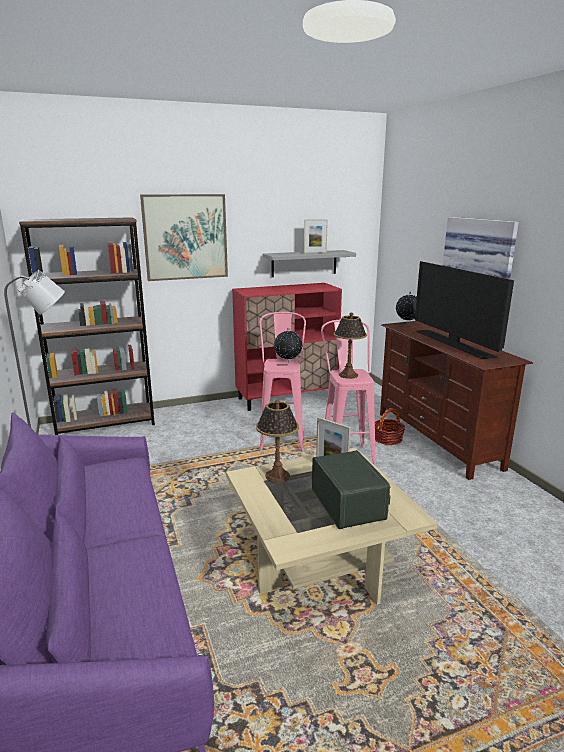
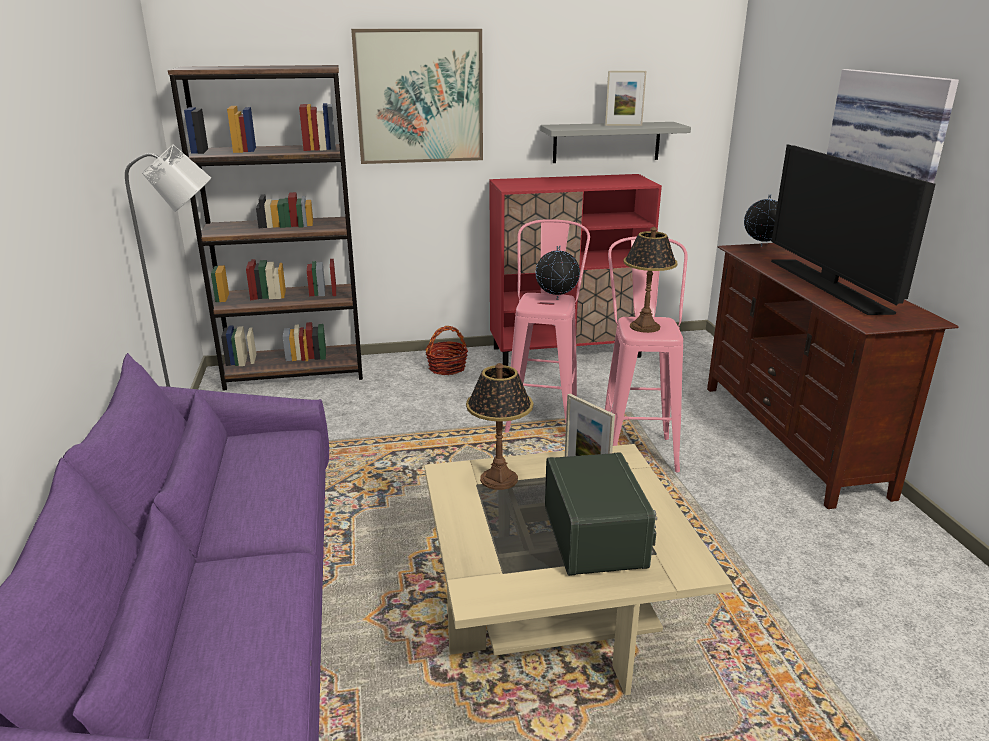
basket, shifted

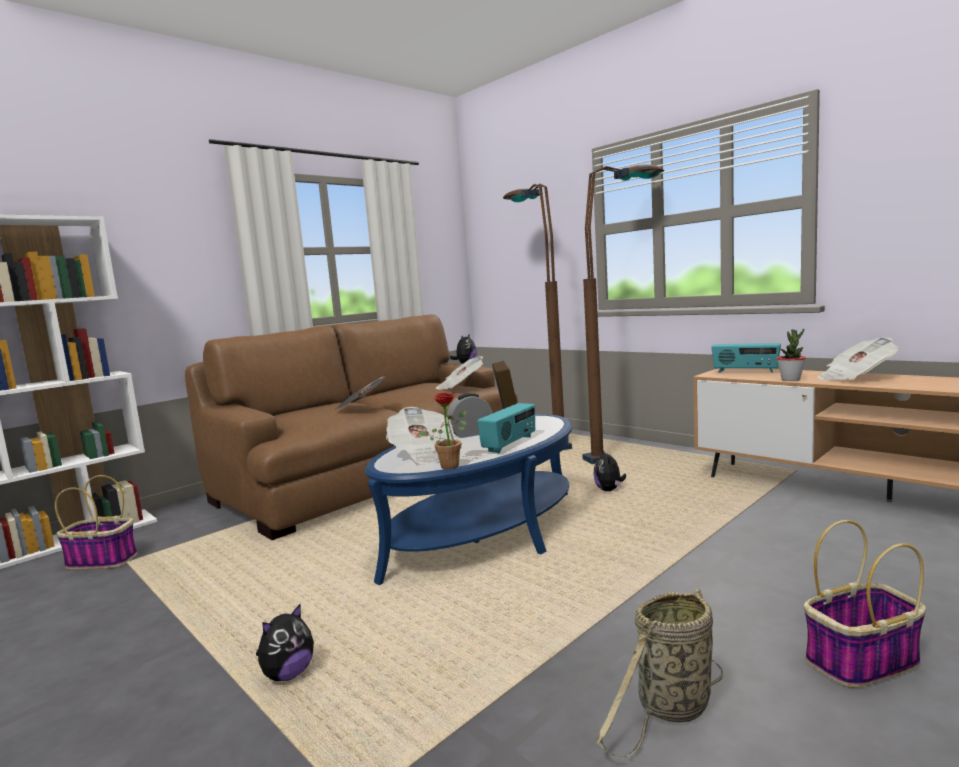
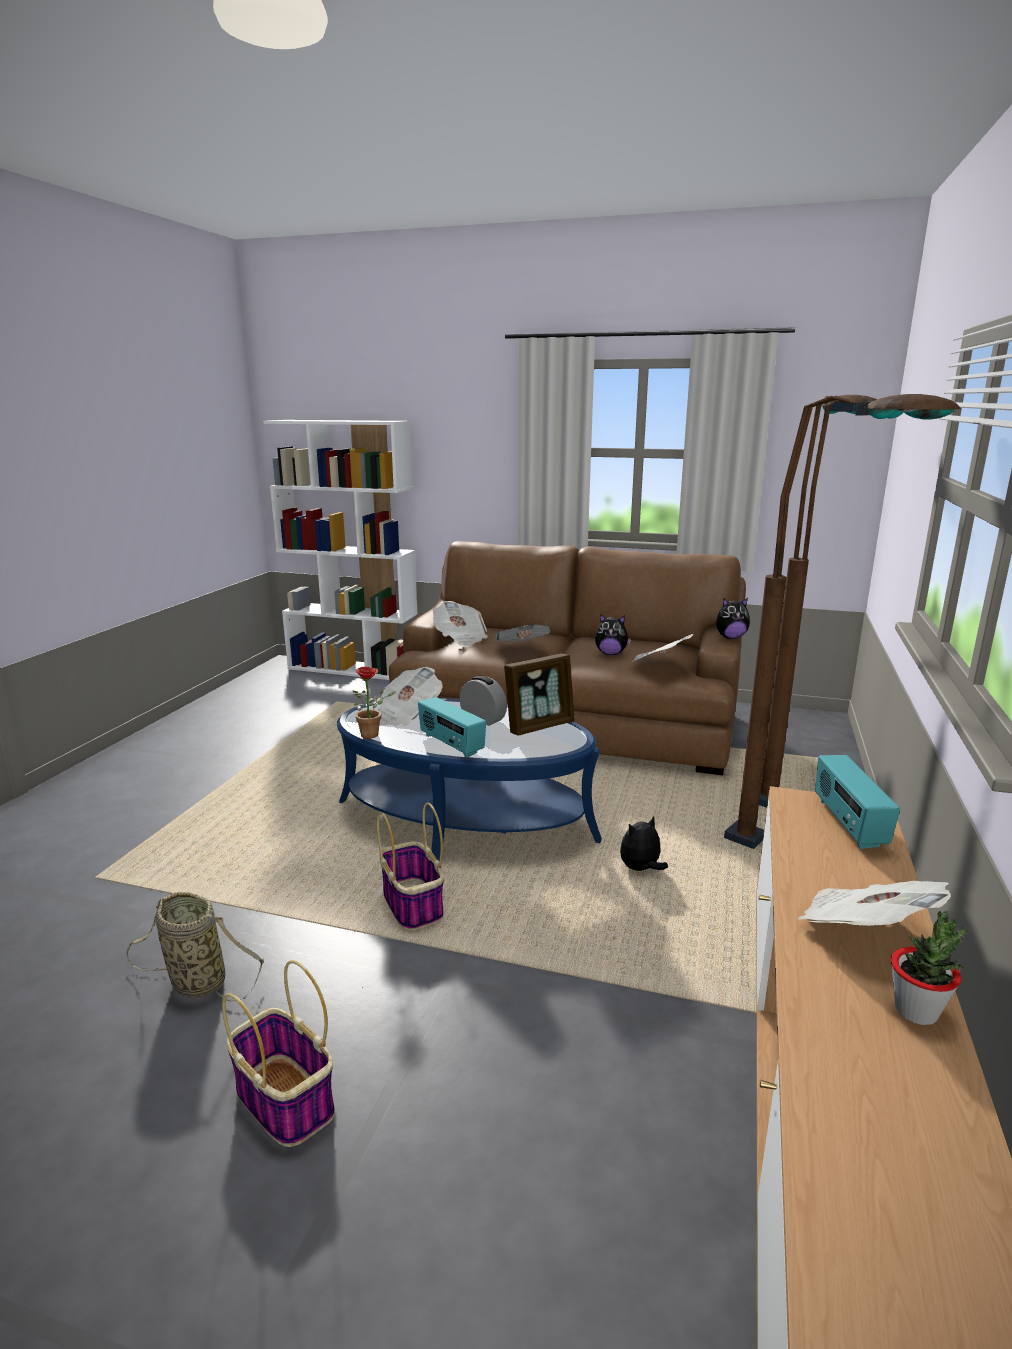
basket (no. 1 from left in the first image) → basket (no. 3 from left), shifted
plush toy (no. 1 from left), shifted
radio (no. 1 from left), 45 degrees clockwise
potted plant (no. 2 from left), shifted
- → newspaper (no. 2 from left)

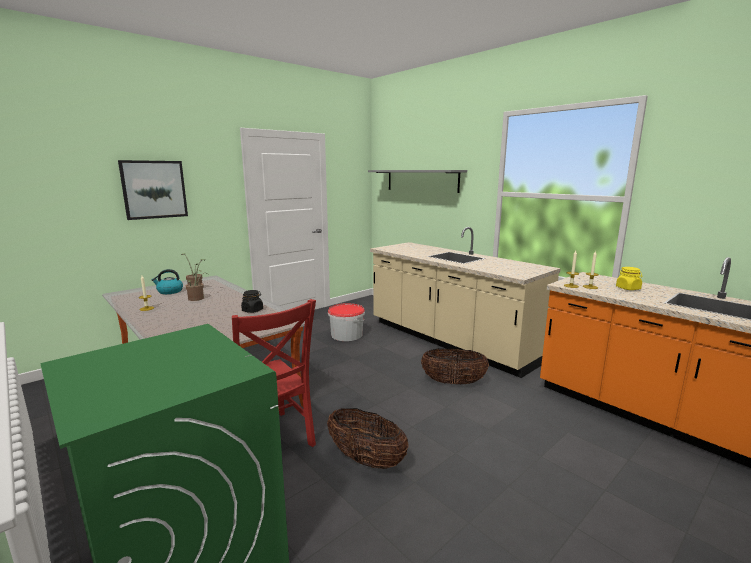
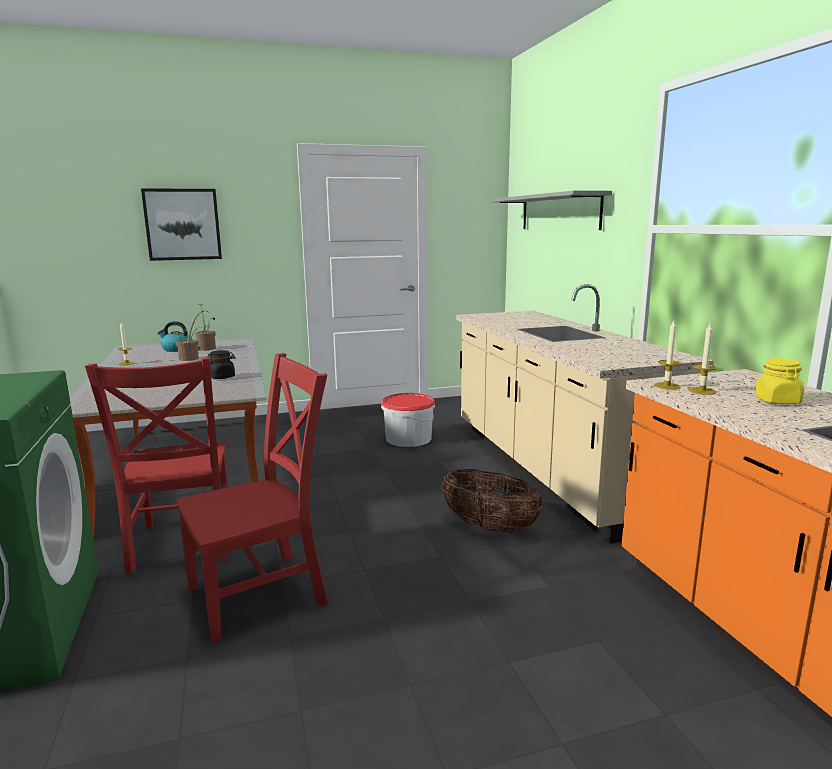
basket (no. 1 from left) → chair (red) (no. 2 from left)

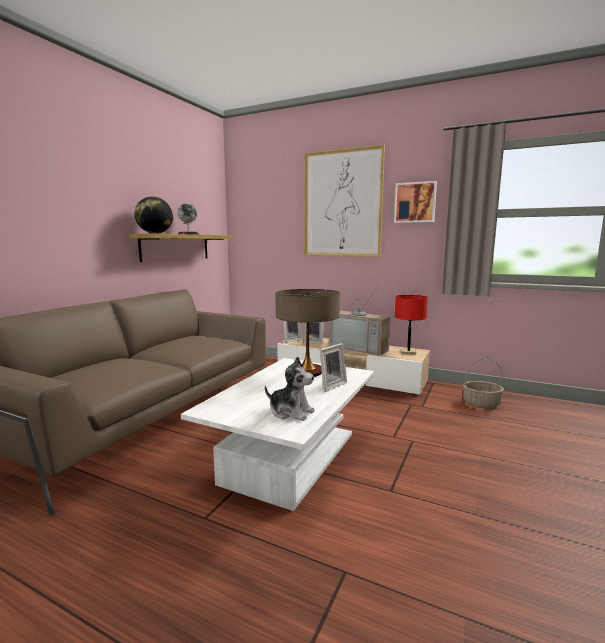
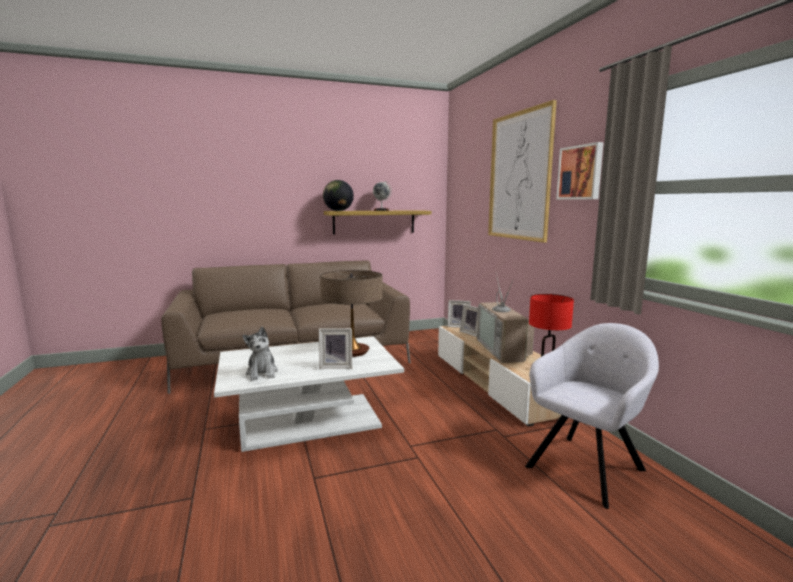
basket → armchair (grey)

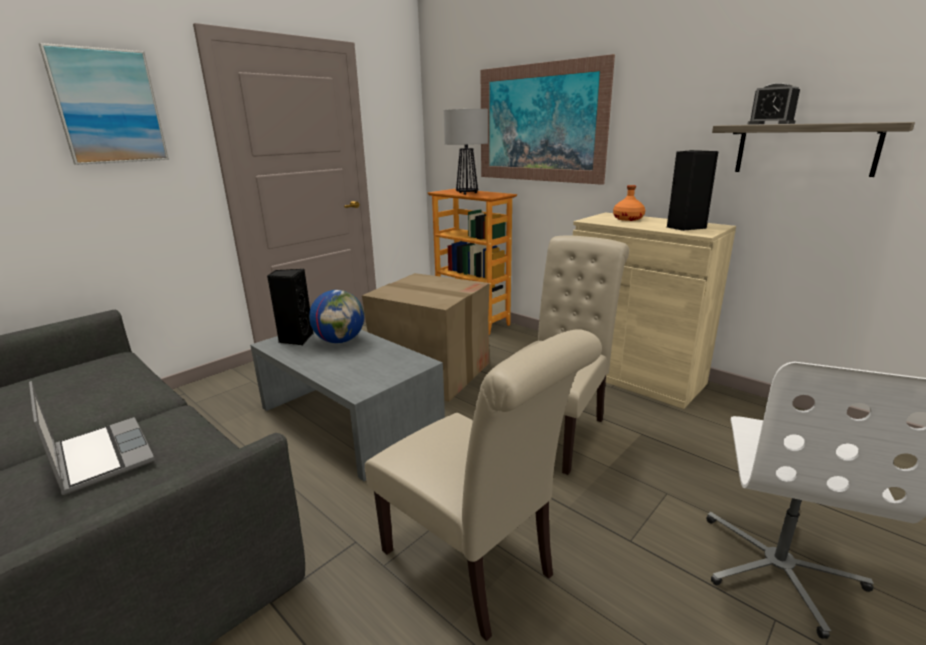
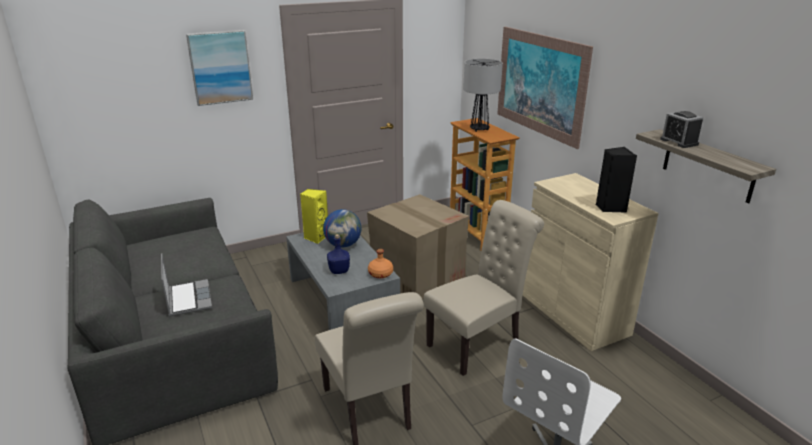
speaker (black) (no. 1 from left) → speaker (yellow)
bottle (orange), shifted
- → bottle (blue)

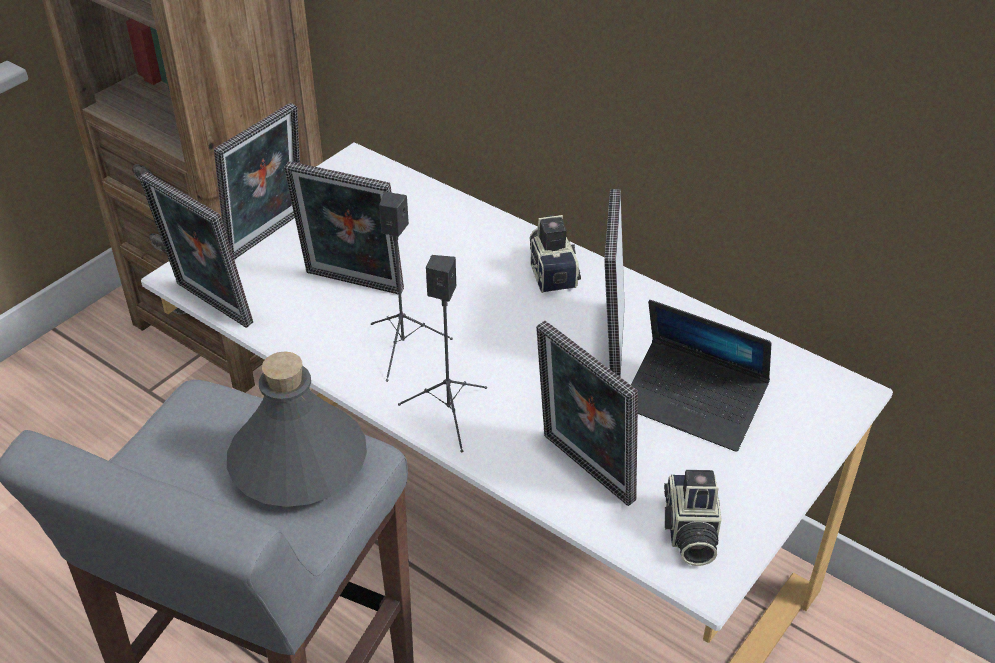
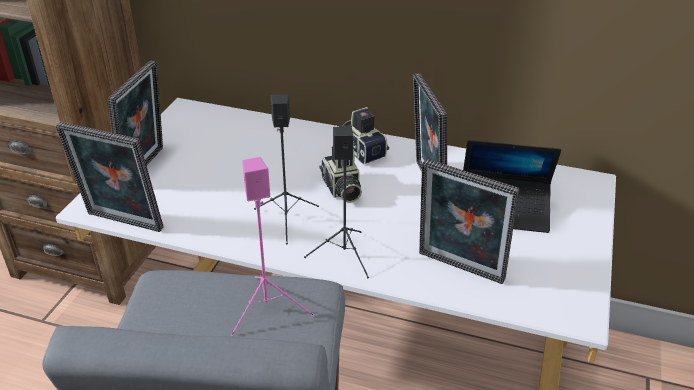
bottle (grey) → speaker (pink)
picture frame (no. 3 from left) → -
photo camera (no. 2 from left in the first image) → photo camera (no. 1 from left), shifted

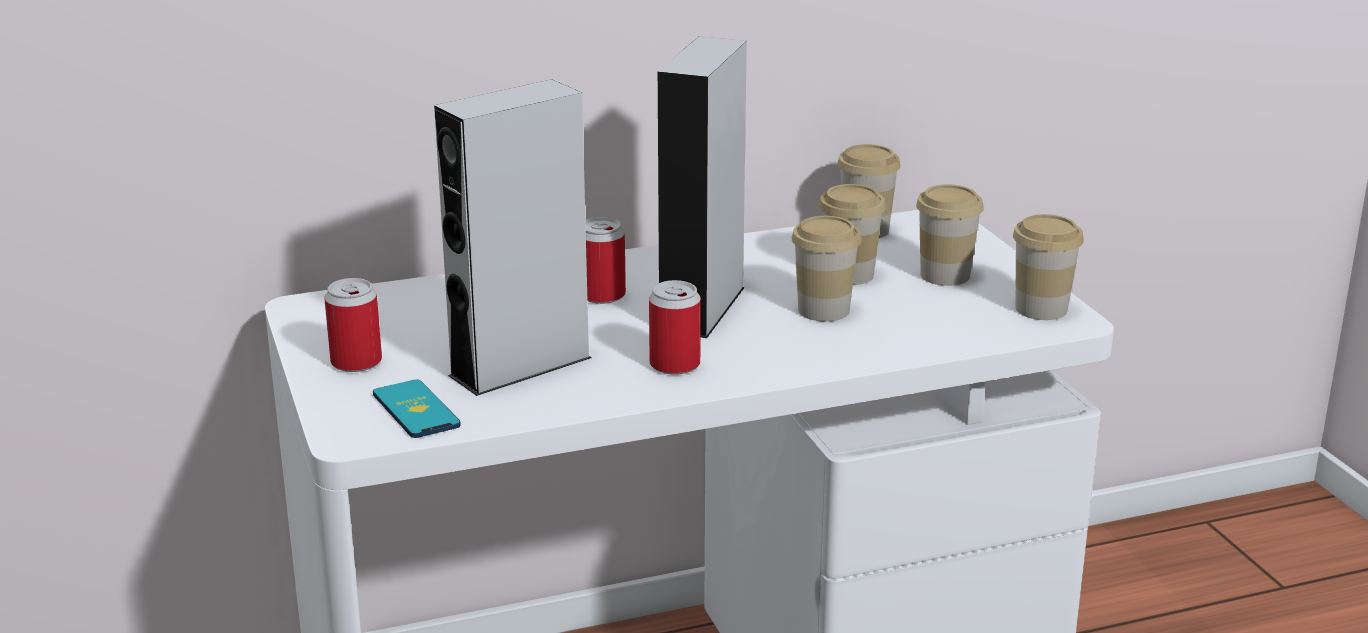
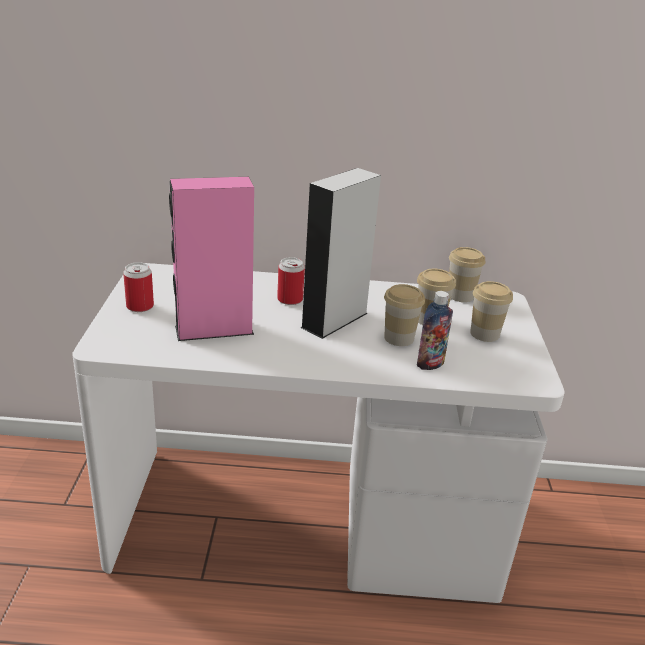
phone → -
speaker (grey) (no. 1 from left) → speaker (pink)
can (no. 3 from left) → -
cup (no. 5 from left) → -
- → bottle

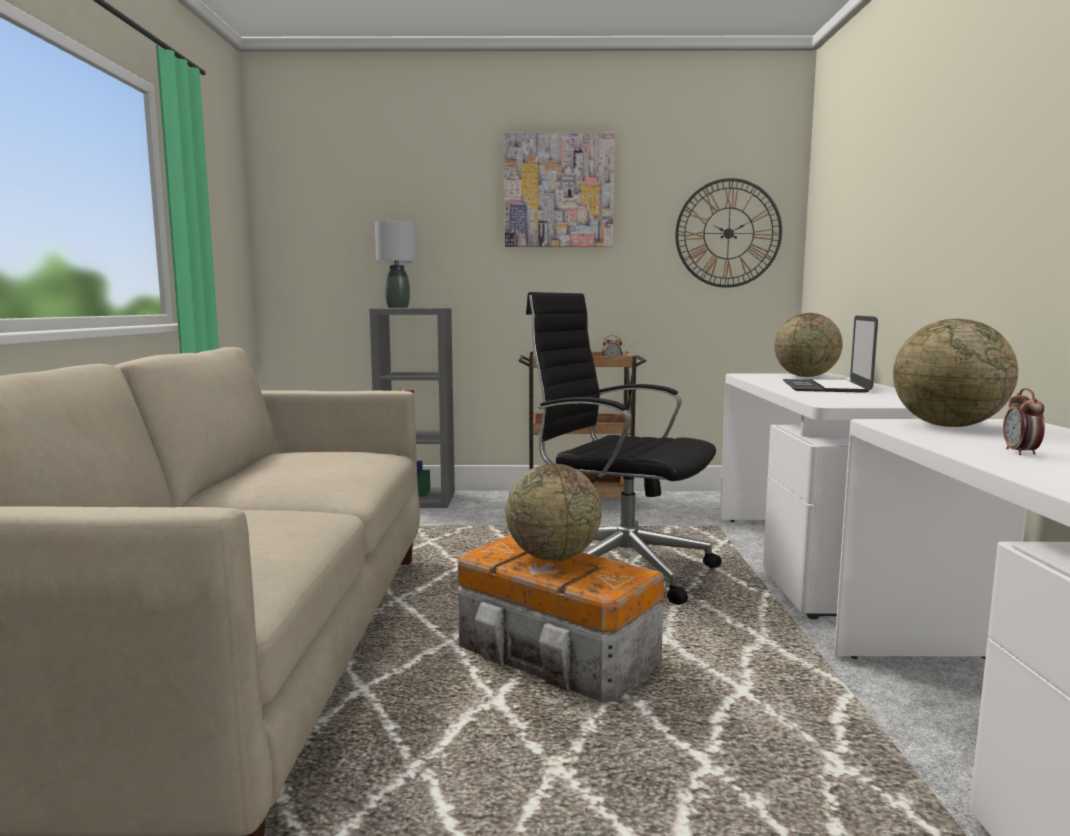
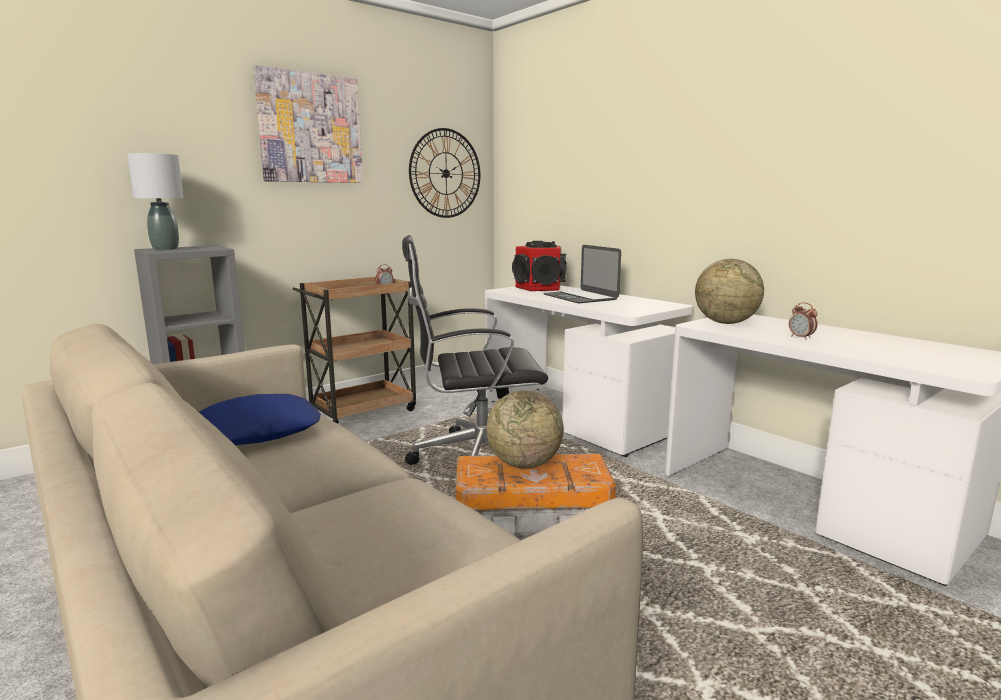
globe (no. 2 from left) → speaker
- → pillow (blue)

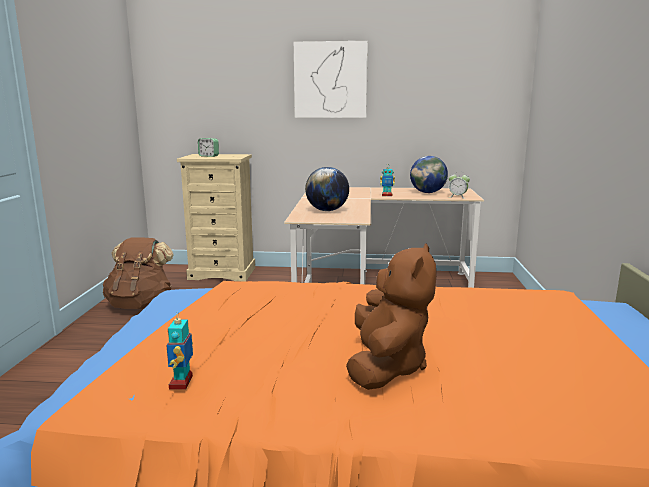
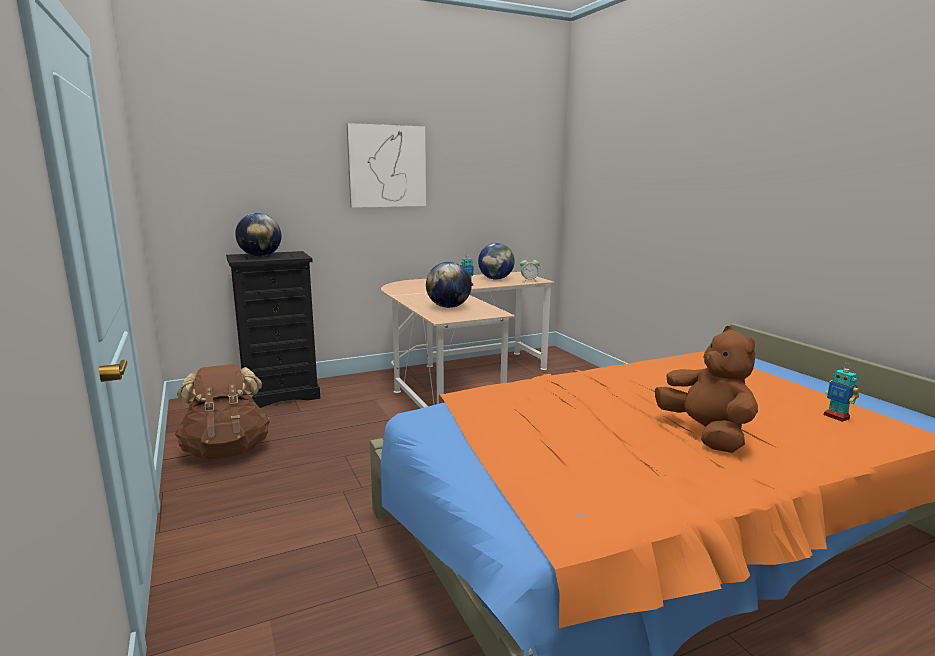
toy robot (no. 1 from left in the first image) → toy robot (no. 2 from left), shifted
dresser (beige) → dresser (black)
alarm clock (no. 1 from left) → globe (no. 1 from left)

